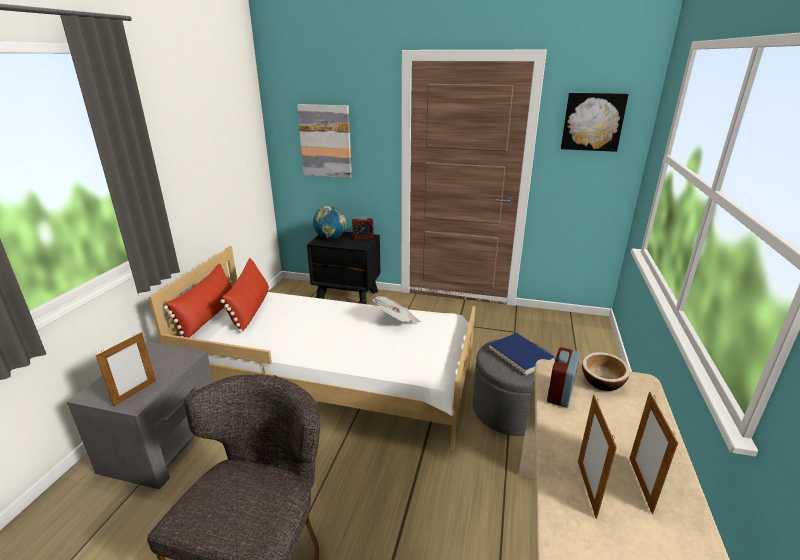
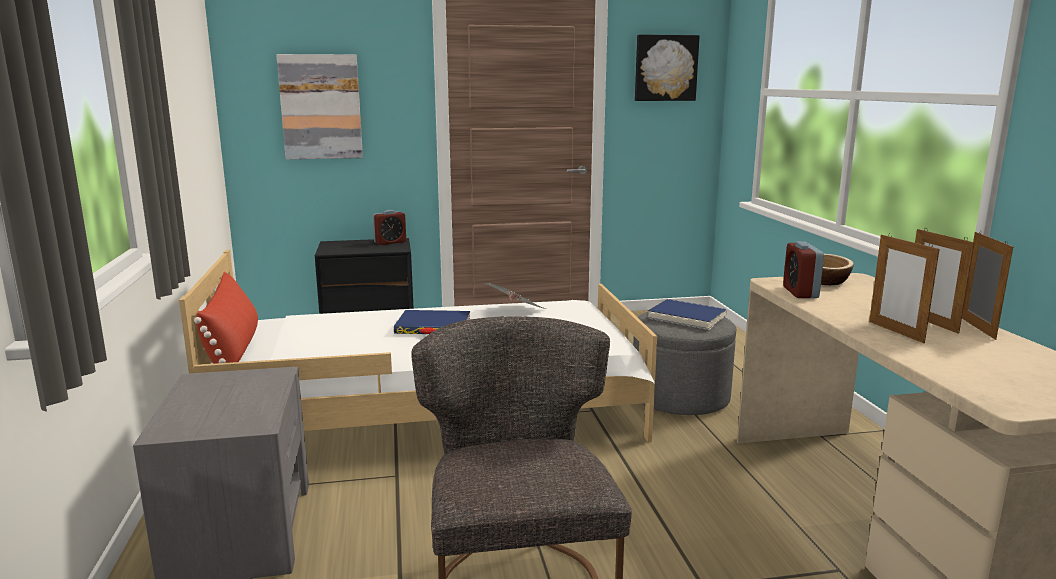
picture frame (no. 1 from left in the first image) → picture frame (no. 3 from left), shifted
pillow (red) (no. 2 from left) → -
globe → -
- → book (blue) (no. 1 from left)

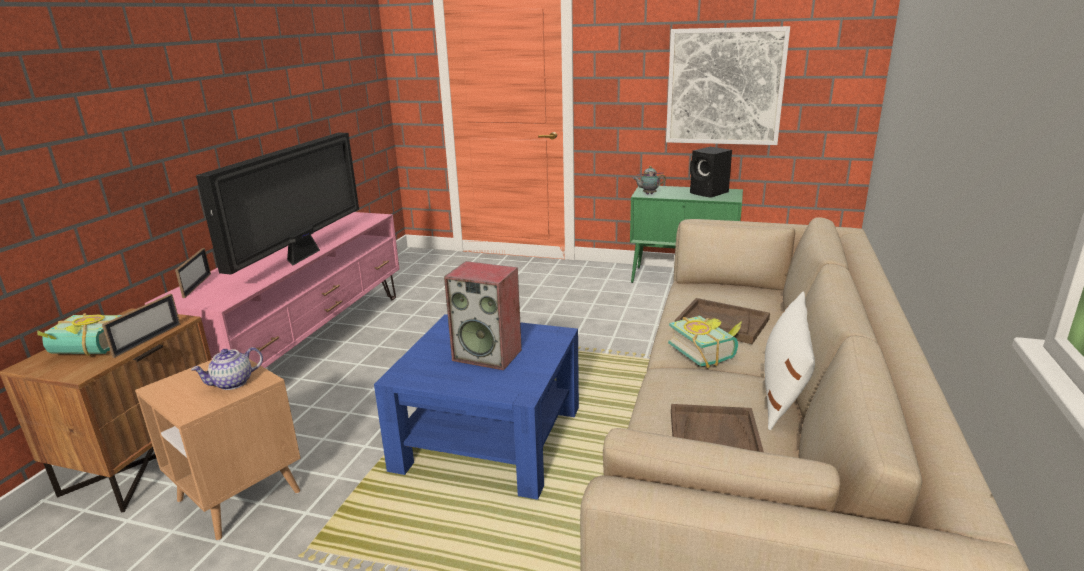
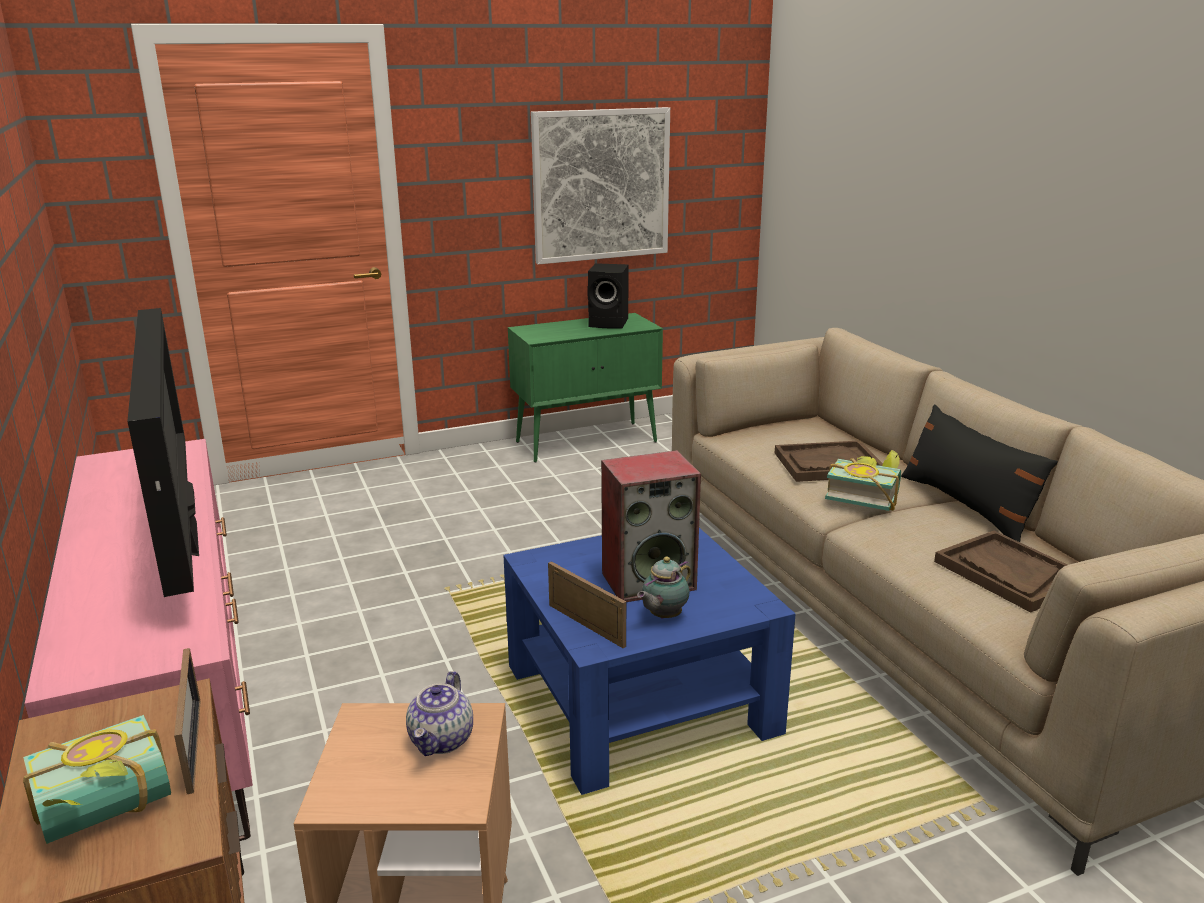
picture frame (no. 2 from left), shifted
teapot (no. 2 from left), shifted
pillow (white) → pillow (black)

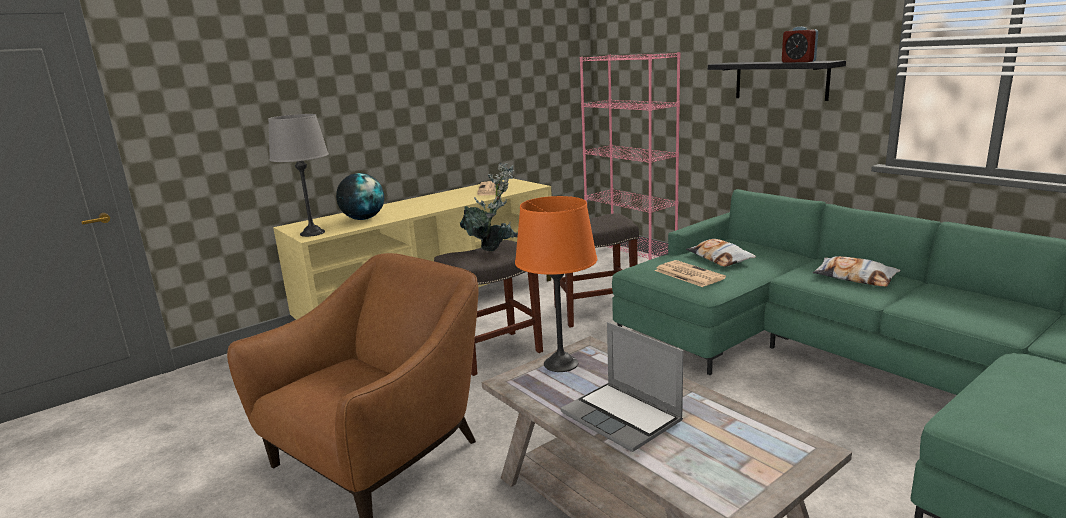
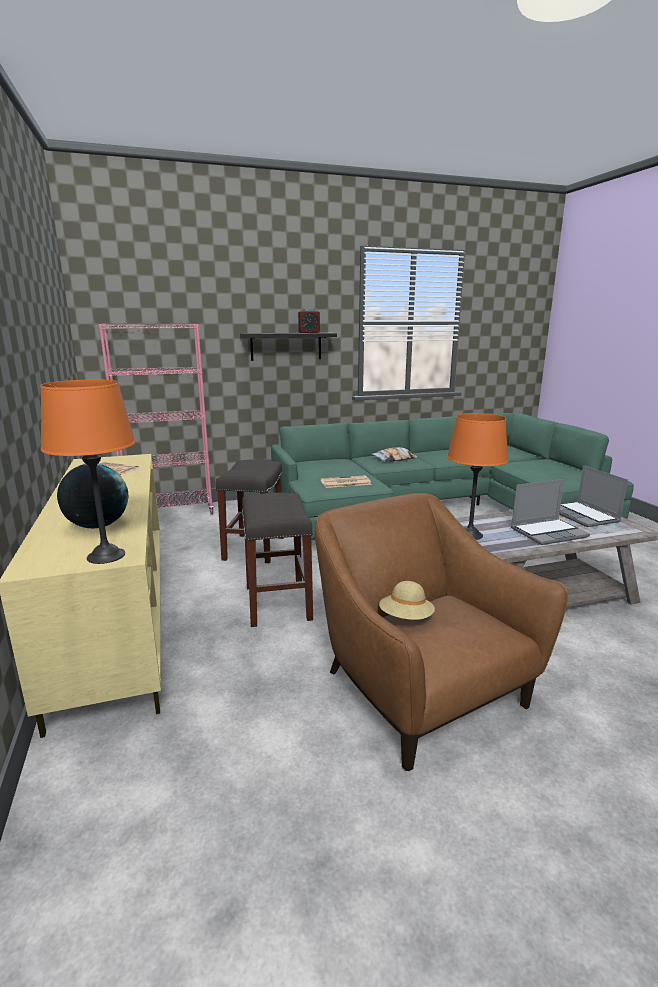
table lamp (grey) → table lamp (orange) (no. 1 from left)
potted plant → -
pillow (no. 1 from left) → -
- → hat (beige)
- → laptop (no. 2 from left)

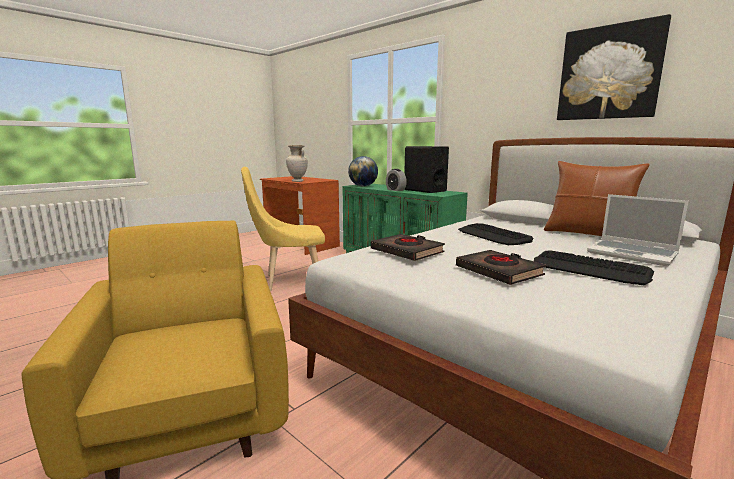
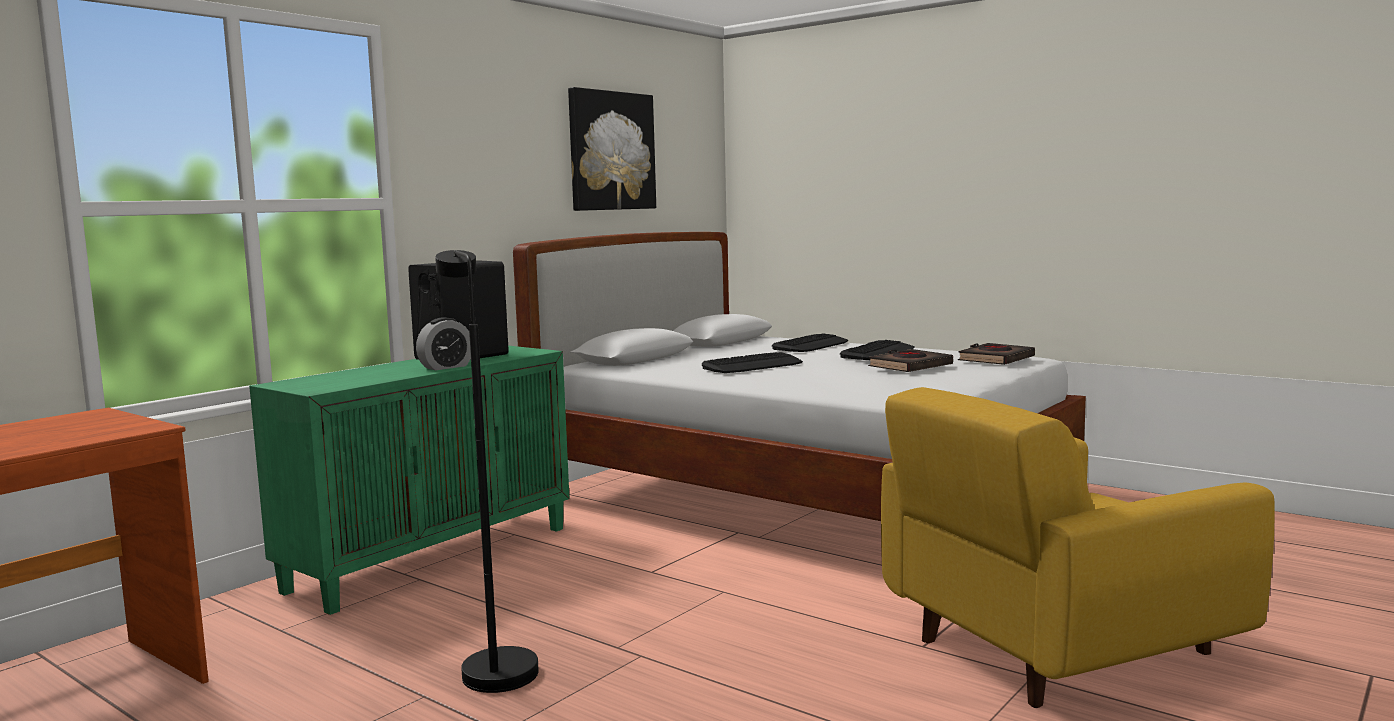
chair (yellow) → floor lamp (black)
vase (beige) → -
globe → -
book (black) (no. 1 from left in the first image) → book (black) (no. 2 from left), shifted
pillow (brown) → -
laptop → keyboard (no. 2 from left)

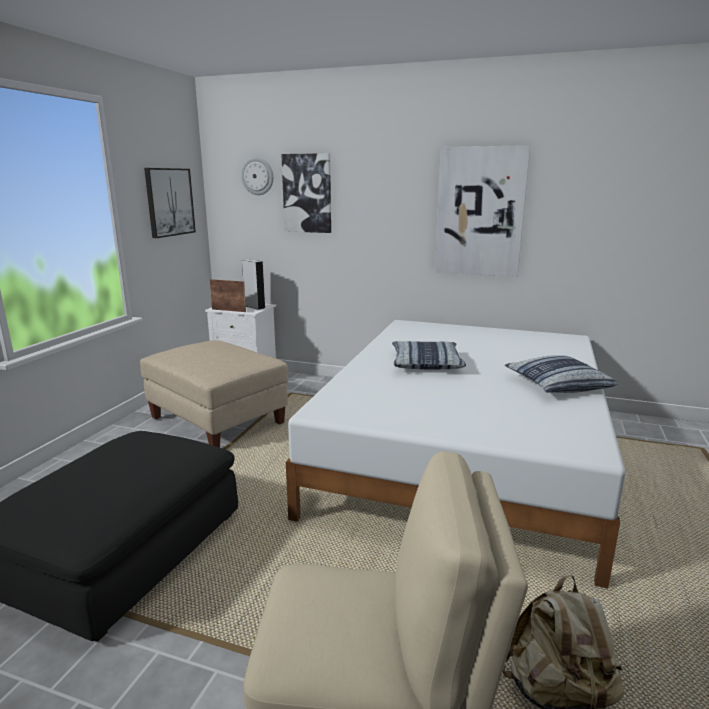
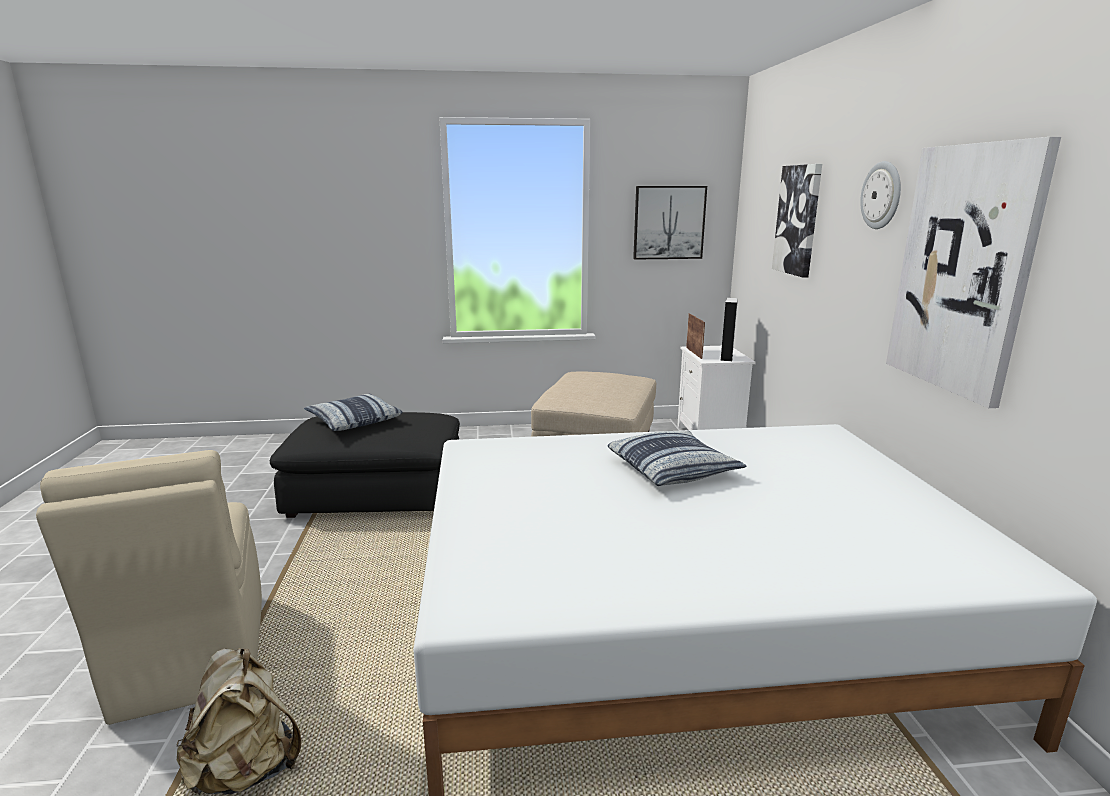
wall clock, shifted
pillow (no. 2 from left in the first image) → pillow (no. 1 from left), shifted

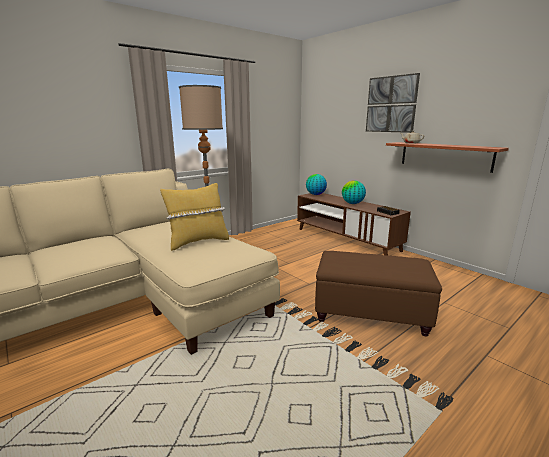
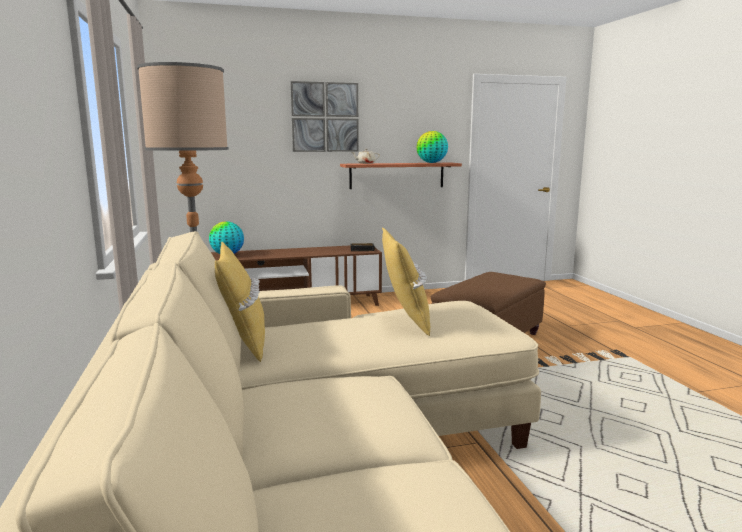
globe (no. 2 from left), shifted
- → pillow (yellow) (no. 1 from left)

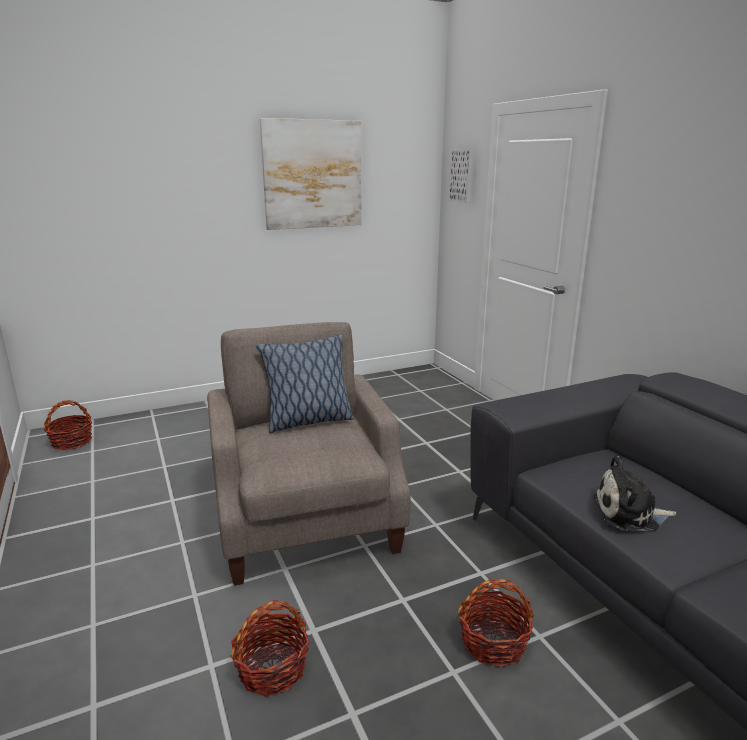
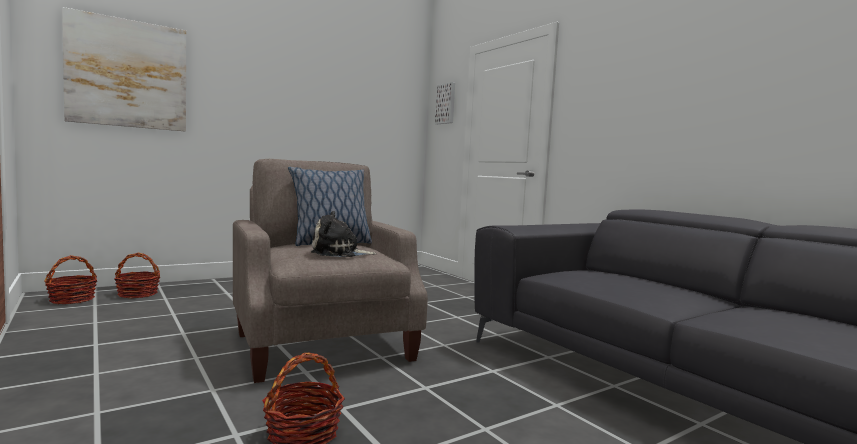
picture (no. 1 from left), shifted
basket (no. 3 from left in the first image) → basket (no. 2 from left), shifted
plush toy, shifted

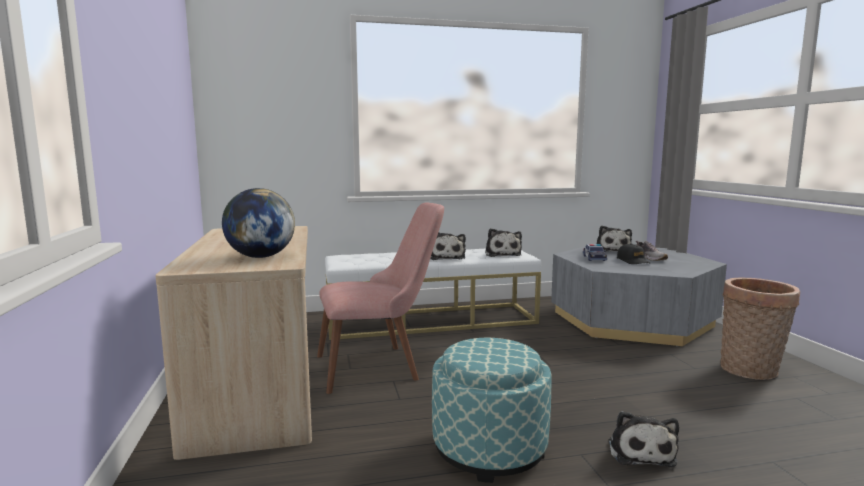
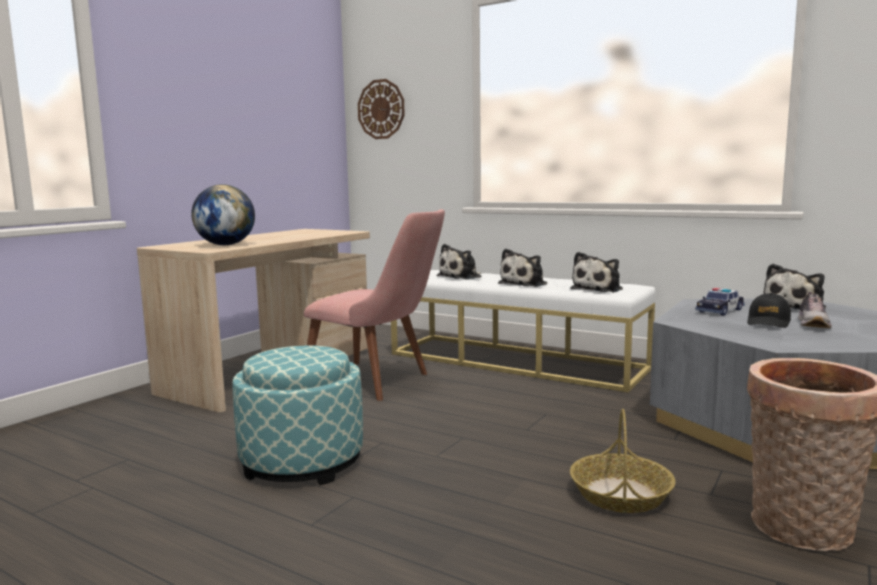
plush toy (no. 4 from left in the first image) → plush toy (no. 1 from left), shifted
- → wall clock
- → basket (no. 1 from left)

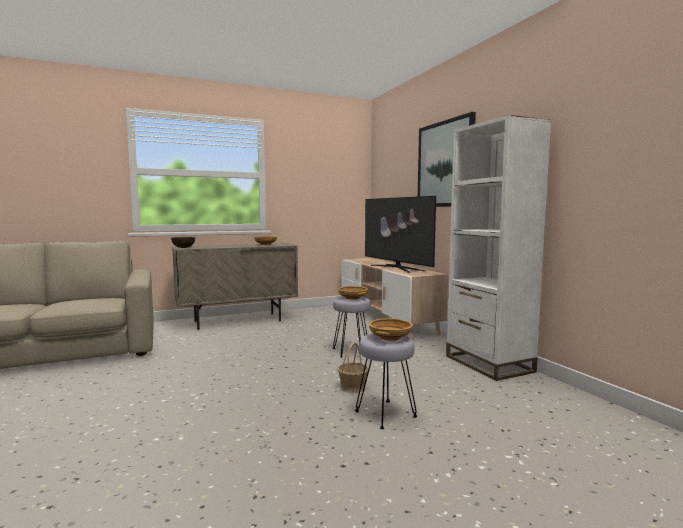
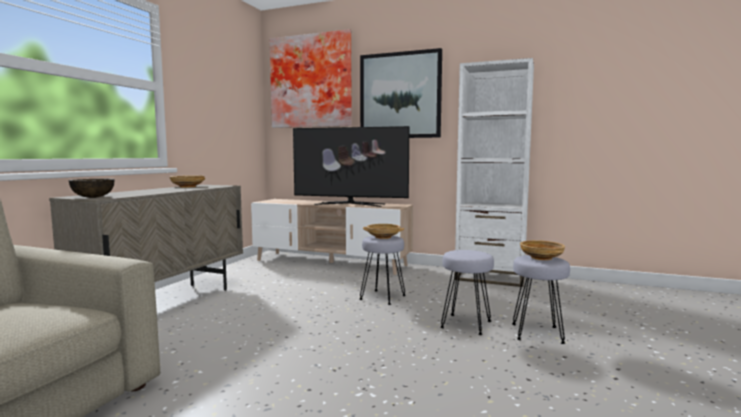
basket → stool (grey) (no. 2 from left)
- → picture (no. 1 from left)

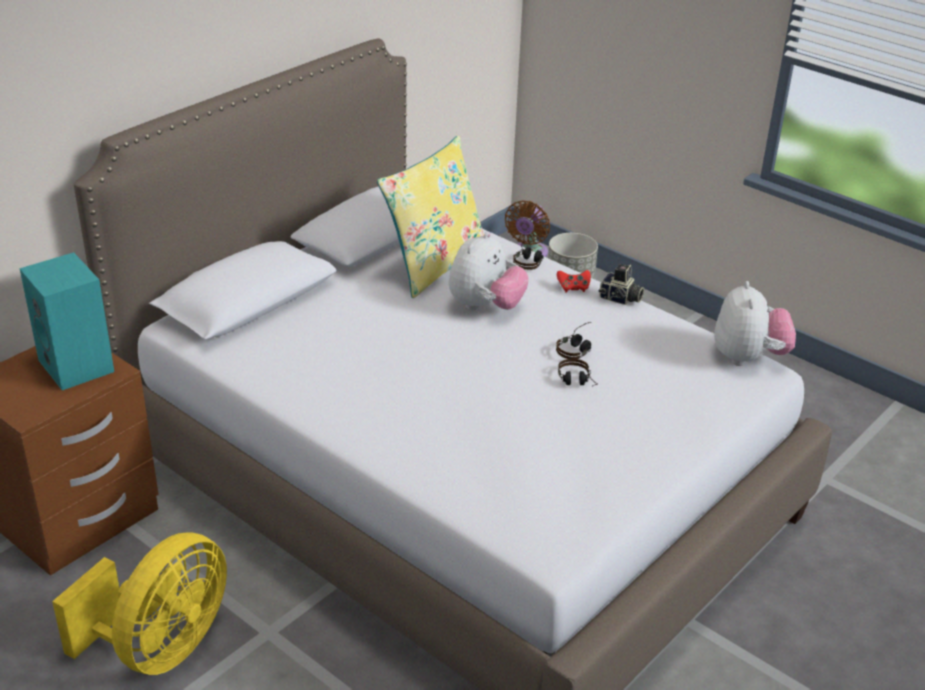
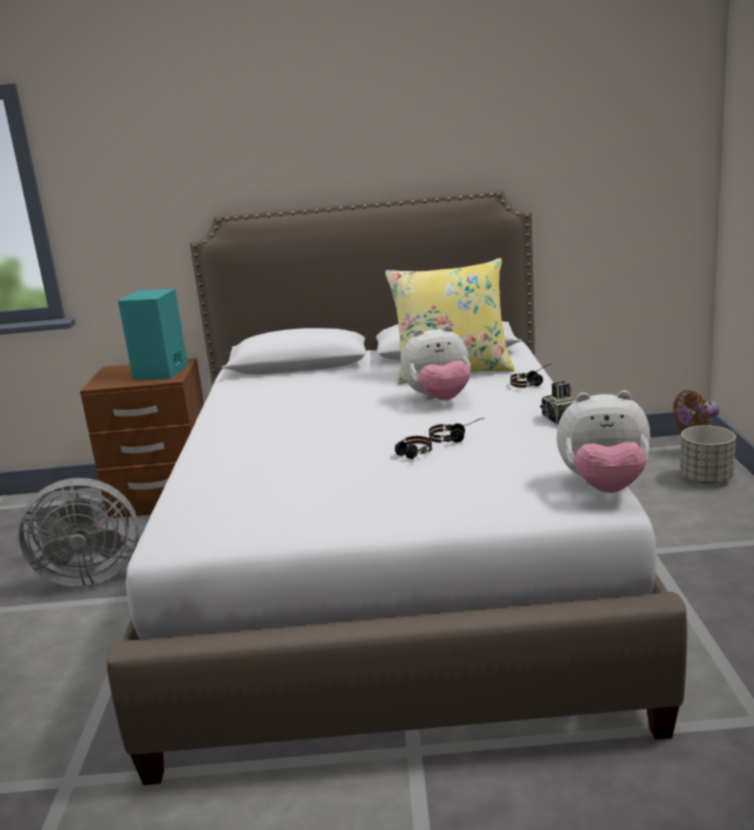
fan (yellow) → fan (grey)
game controller (red) → -
plush toy (no. 2 from left), 45 degrees clockwise

